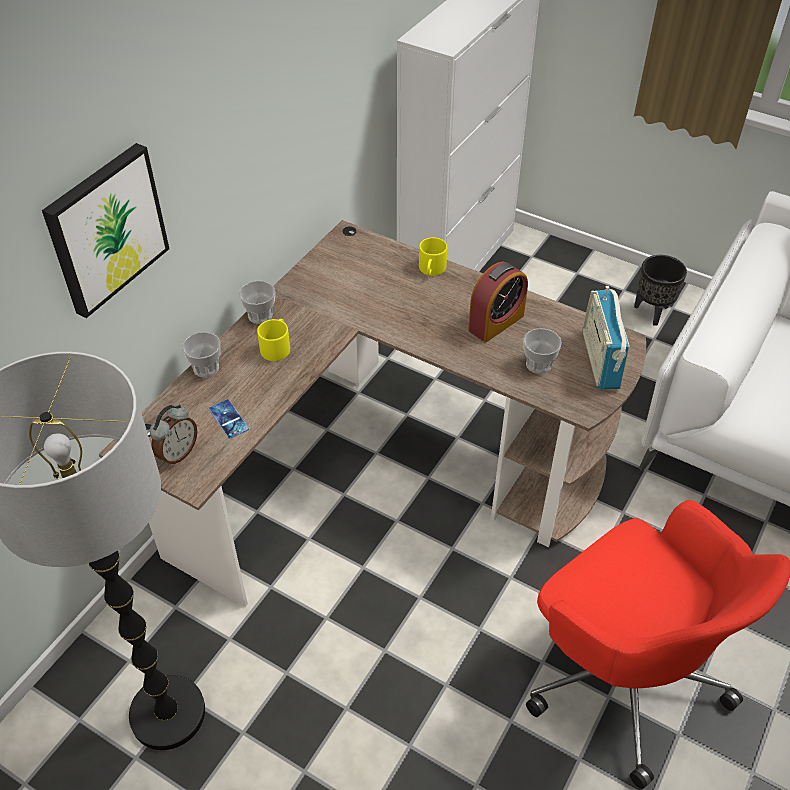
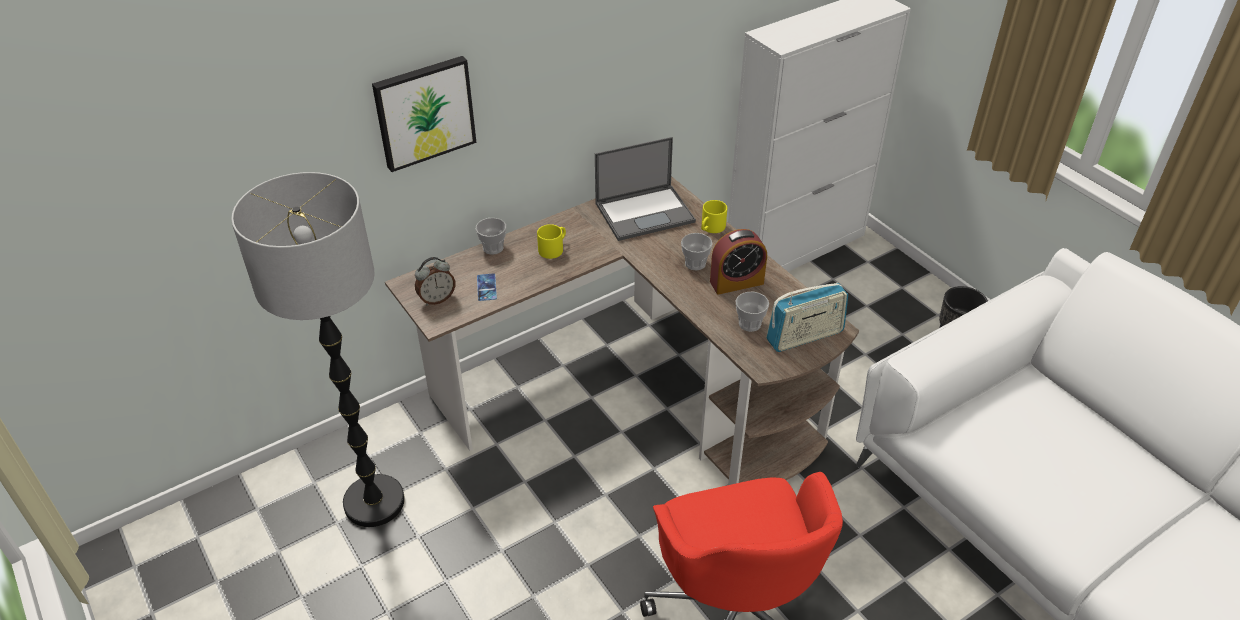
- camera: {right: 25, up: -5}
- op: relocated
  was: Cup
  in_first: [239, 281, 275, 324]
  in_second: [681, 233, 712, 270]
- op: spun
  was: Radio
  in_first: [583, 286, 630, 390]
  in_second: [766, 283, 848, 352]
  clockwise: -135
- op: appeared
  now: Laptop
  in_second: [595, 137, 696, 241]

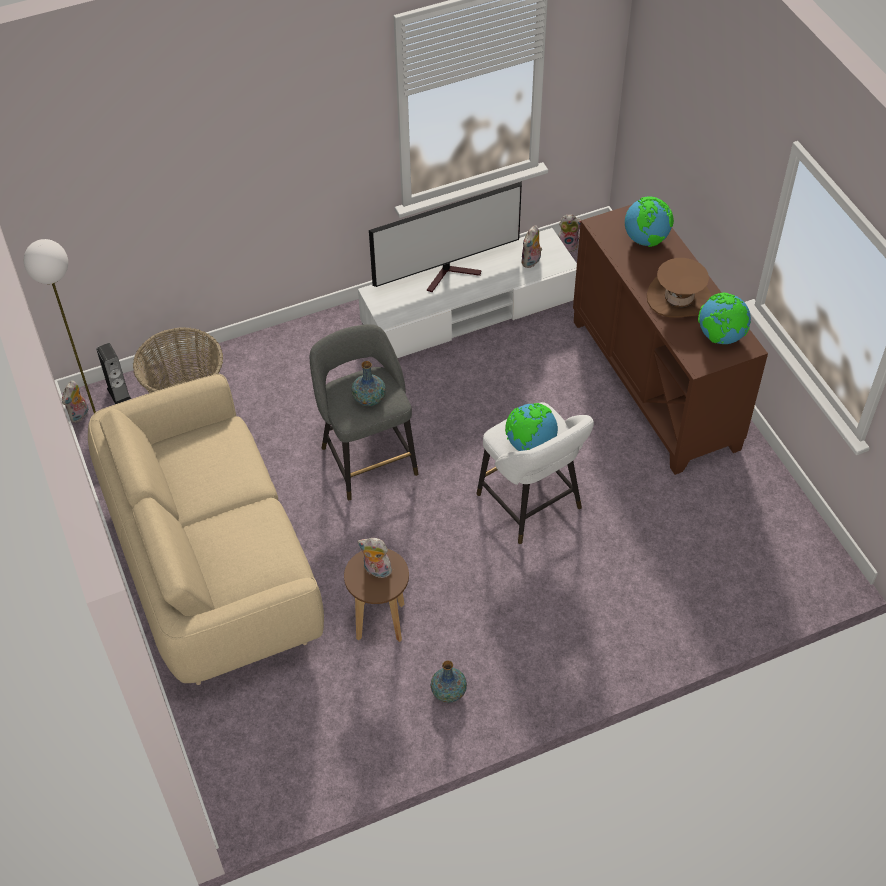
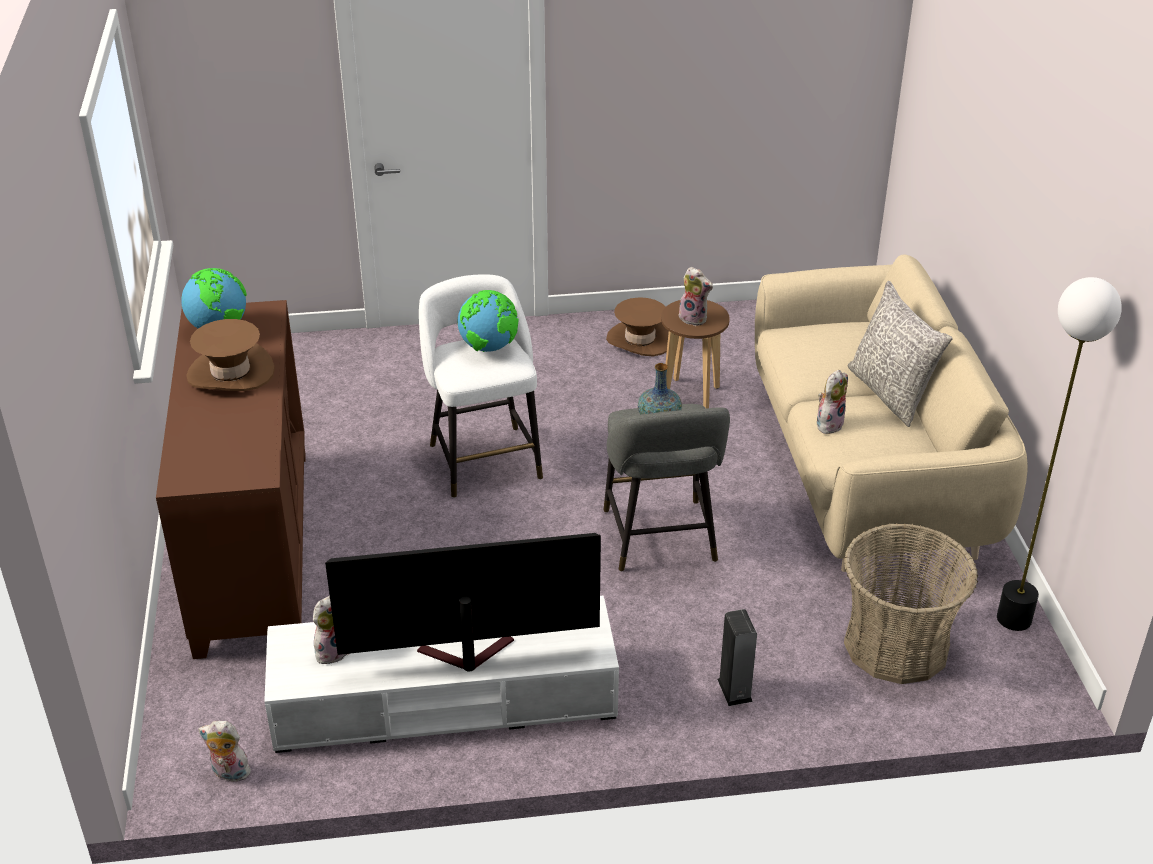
- camera: {right: -165, up: -15}
- op: relocated
  was: PlushToy
  in_first: [62, 381, 88, 423]
  in_second: [817, 370, 848, 434]
- op: relocated
  was: Speaker
  in_first: [96, 343, 131, 404]
  in_second: [717, 609, 757, 706]
- op: exchanged
  was: Vase
  now: BrownHat
  in_first: [431, 660, 467, 703]
  in_second: [606, 297, 669, 356]
- op: missing
  was: Globe
  in_first: [625, 197, 674, 247]
- op: appeared
  now: GreyPillow
  in_second: [848, 281, 953, 427]

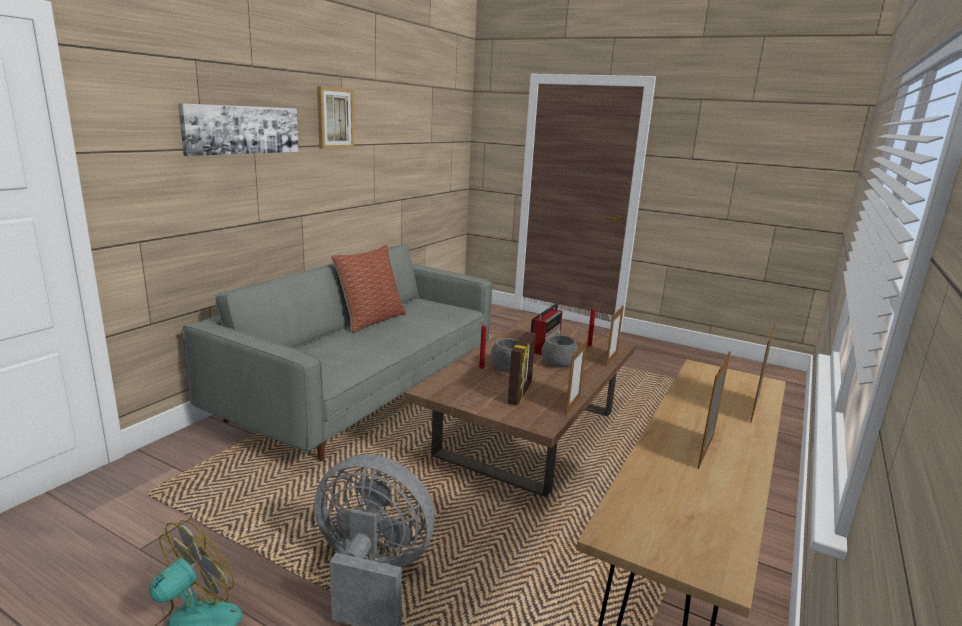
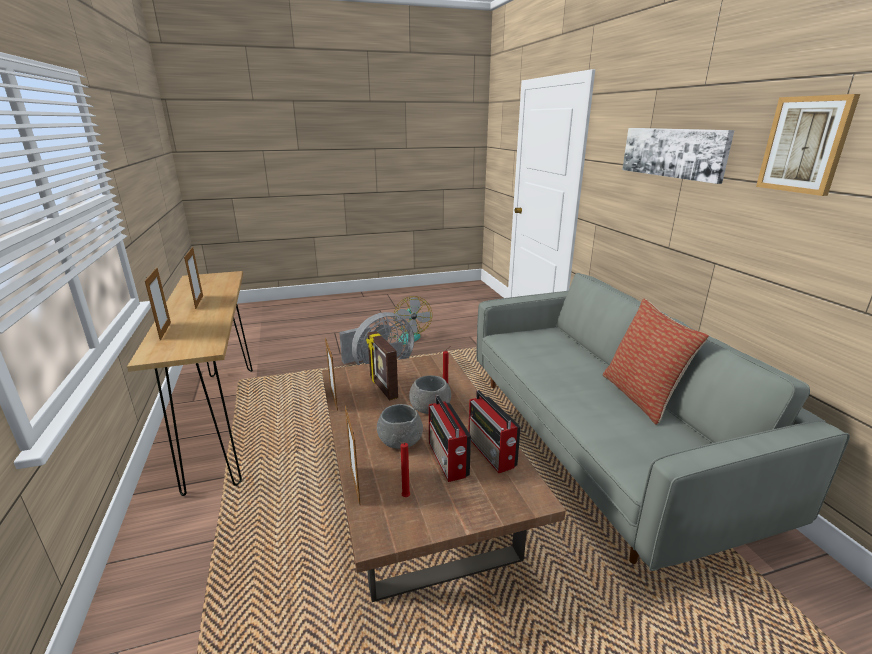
- camera: {right: 135, up: 5}
- op: appeared
  now: Radio
  in_second: [468, 390, 521, 473]

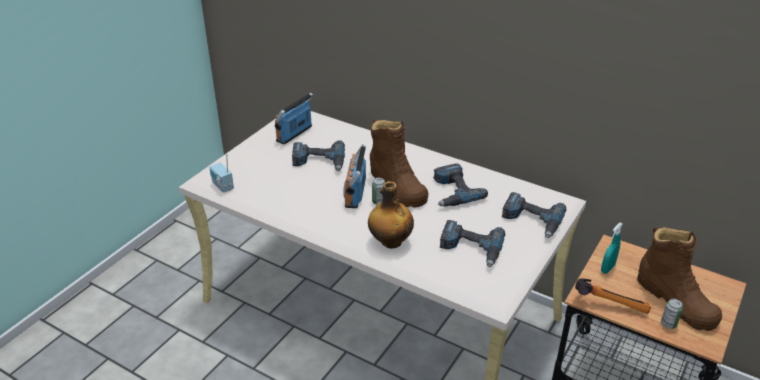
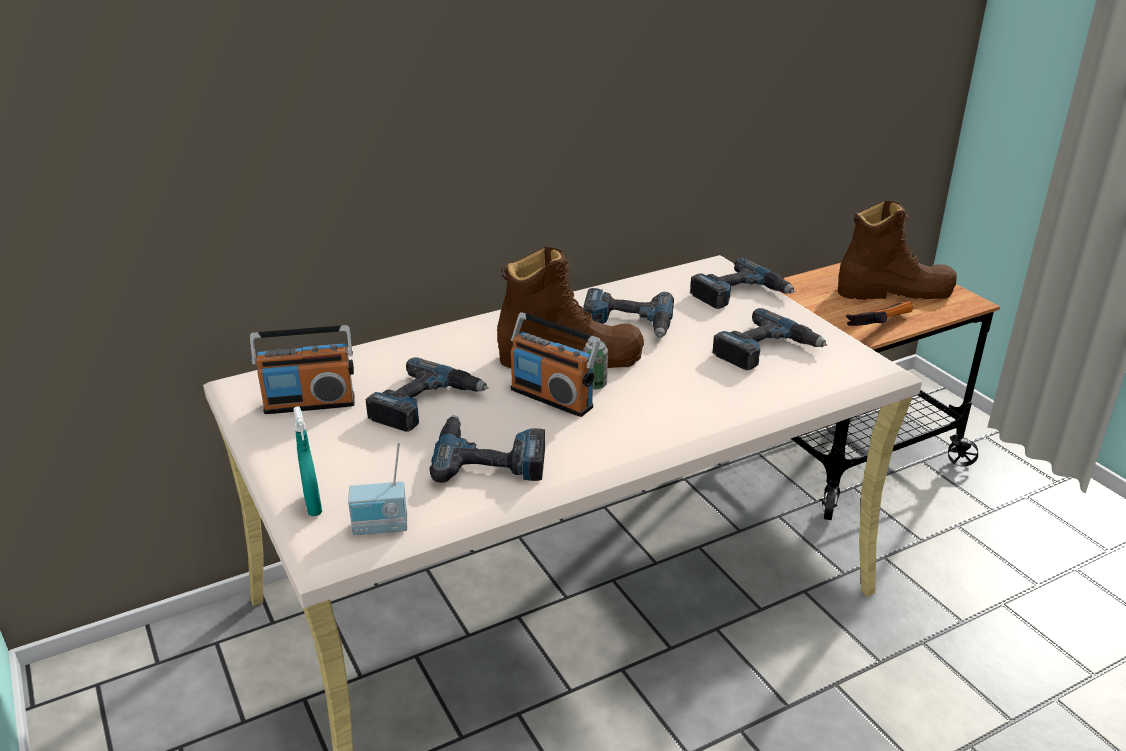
- camera: {right: -60, up: -5}
- op: spun
  was: Radio
  in_first: [275, 93, 313, 144]
  in_second: [250, 325, 355, 414]
  clockwise: -75
- op: missing
  was: Bottle
  in_first: [368, 181, 414, 249]
- op: relocated
  was: TurquoiseSprayBottle
  in_first: [601, 223, 623, 274]
  in_second: [294, 406, 322, 516]
- op: missing
  was: Can
  in_first: [661, 299, 683, 329]
- op: appeared
  now: PowerDrill
  in_second: [430, 415, 545, 483]

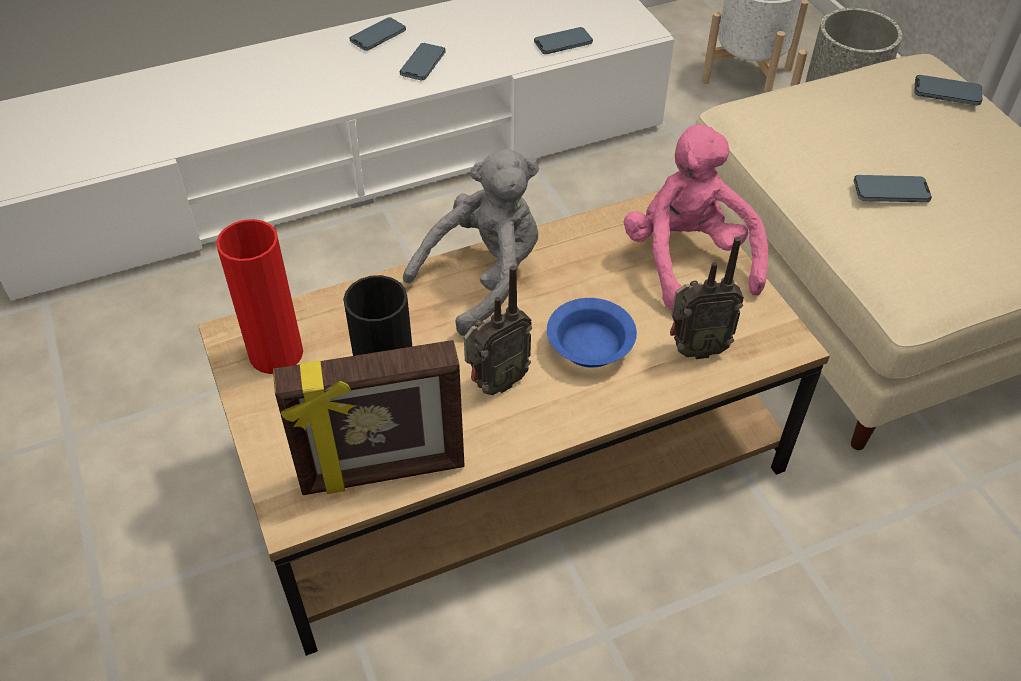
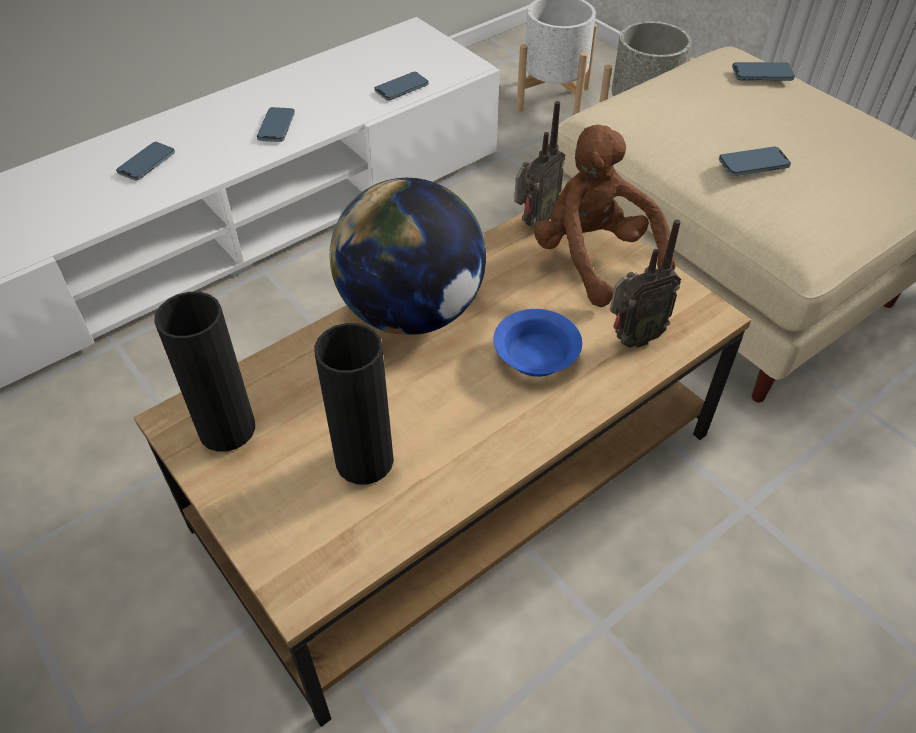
- camera: {right: -15, up: 0}
- op: colour
  was: RedVase
  now: BlackVase
  in_first: [216, 219, 303, 374]
  in_second: [154, 292, 255, 452]
- op: missing
  was: PictureFrame
  in_first: [273, 340, 465, 495]
- op: relocated
  was: Phone
  in_first: [350, 17, 406, 51]
  in_second: [116, 142, 175, 181]
- op: exchanged
  was: GreyPlushToy
  now: Globe
  in_first: [403, 149, 539, 336]
  in_second: [330, 178, 486, 335]
- op: relocated
  was: Radio
  in_first: [464, 265, 532, 395]
  in_second: [514, 101, 565, 228]
- op: colour
  was: PinkPlushToy
  now: BrownPlushToy
  in_first: [623, 124, 768, 310]
  in_second: [534, 124, 676, 307]

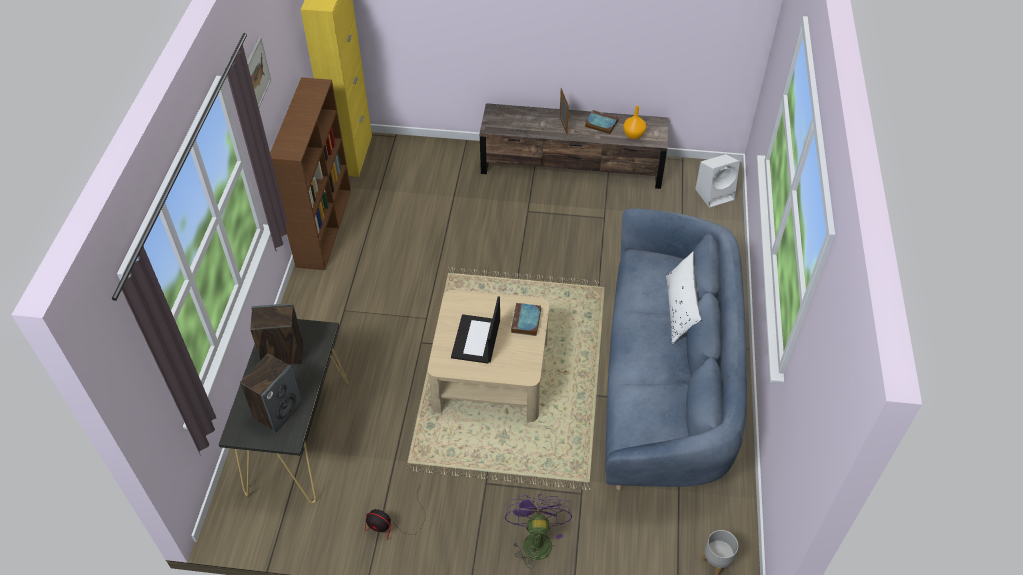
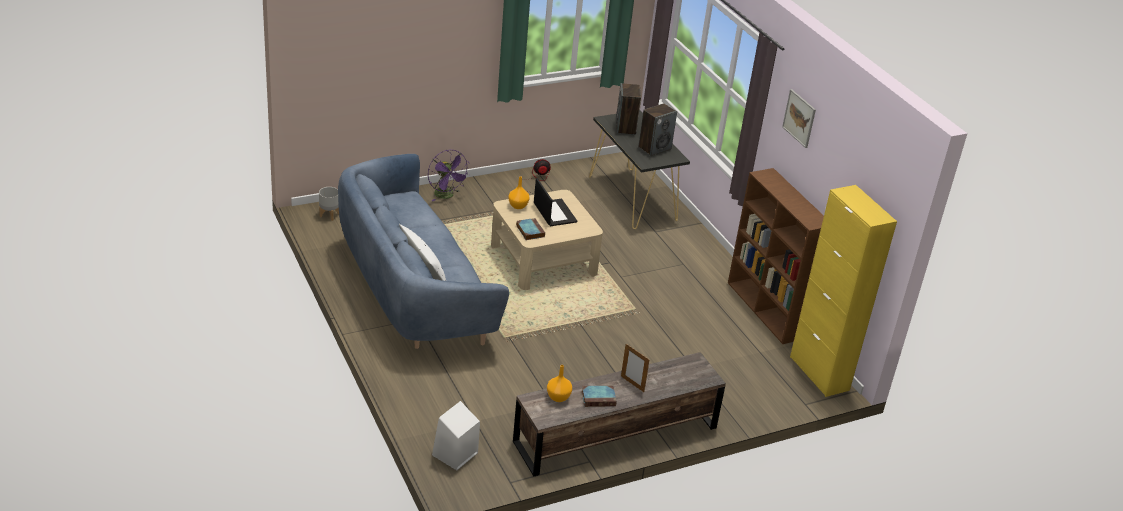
- camera: {right: 145, up: -15}
- op: appeared
  now: OrangeVase
  in_second: [508, 177, 529, 209]

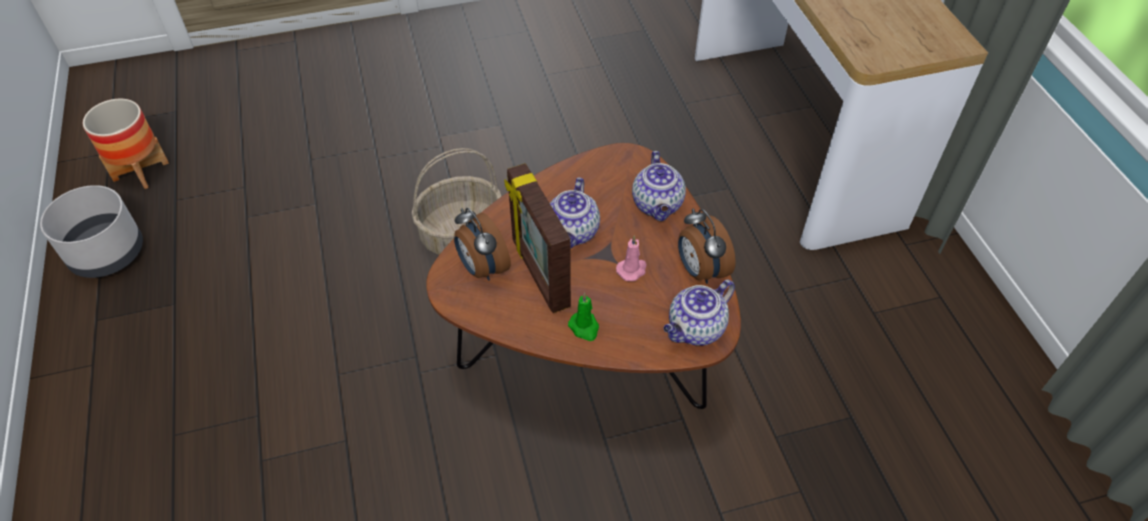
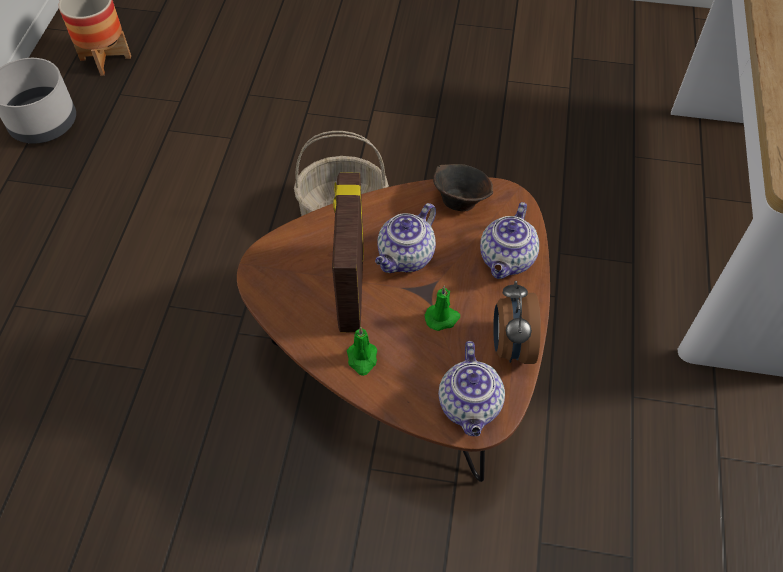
- camera: {right: 25, up: 5}
- op: missing
  was: AlarmClock
  in_first: [454, 208, 511, 281]
- op: colour
  was: PinkCandle
  now: GreenCandle
  in_first: [616, 235, 647, 281]
  in_second: [425, 286, 460, 331]
- op: spun
  was: Teapot
  in_first: [664, 280, 735, 346]
  in_second: [438, 341, 505, 436]
  clockwise: -75
- op: appeared
  now: BrownBowl
  in_second: [433, 164, 493, 211]

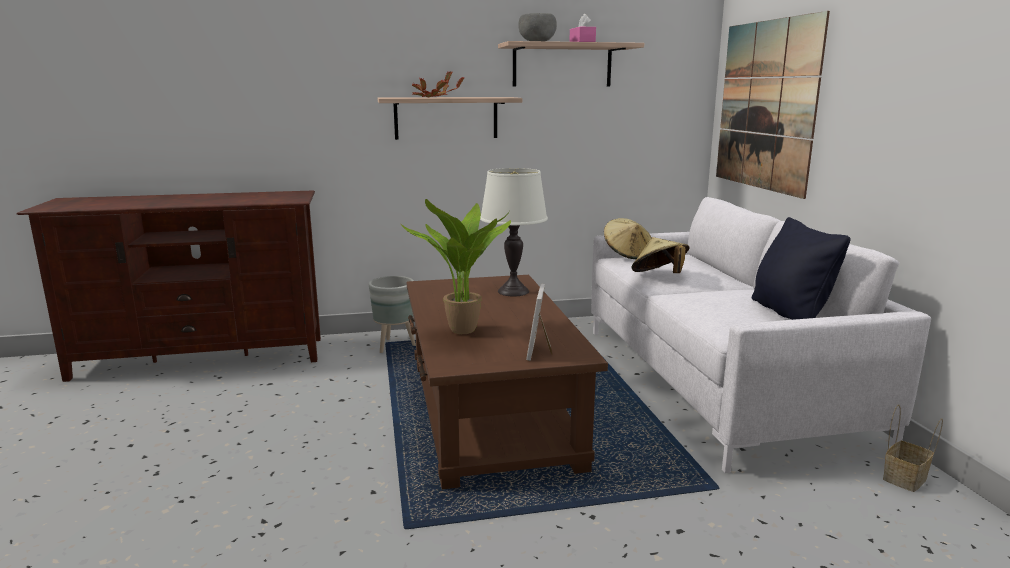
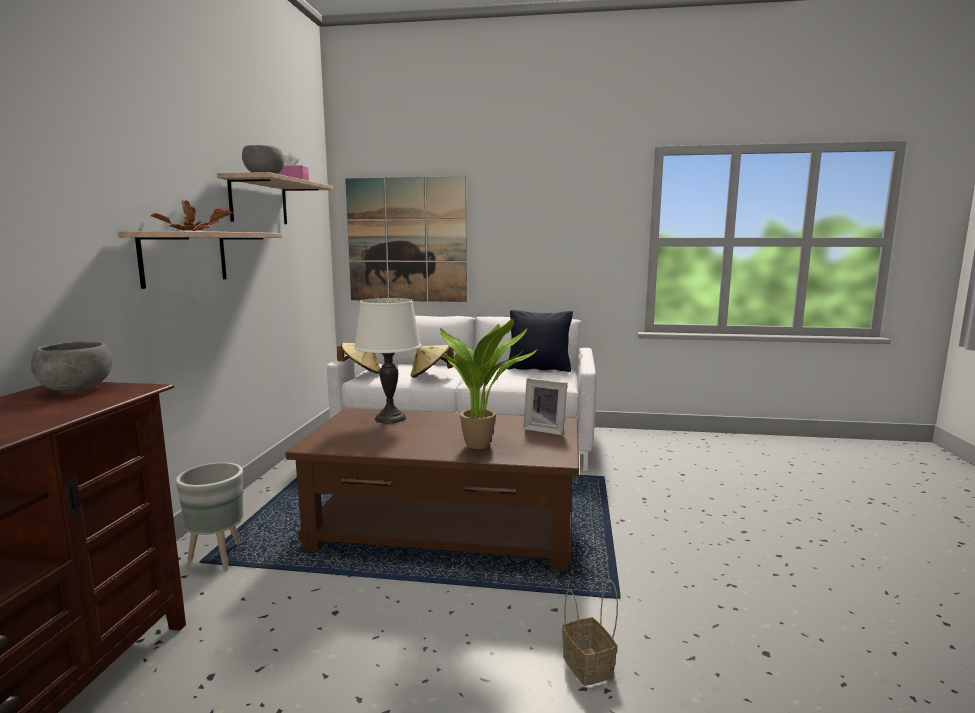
- camera: {right: -70, up: -5}
- op: relocated
  was: Basket
  in_first: [883, 405, 943, 492]
  in_second: [562, 580, 618, 686]
- op: appeared
  now: GreyBowl
  in_second: [31, 341, 113, 392]

